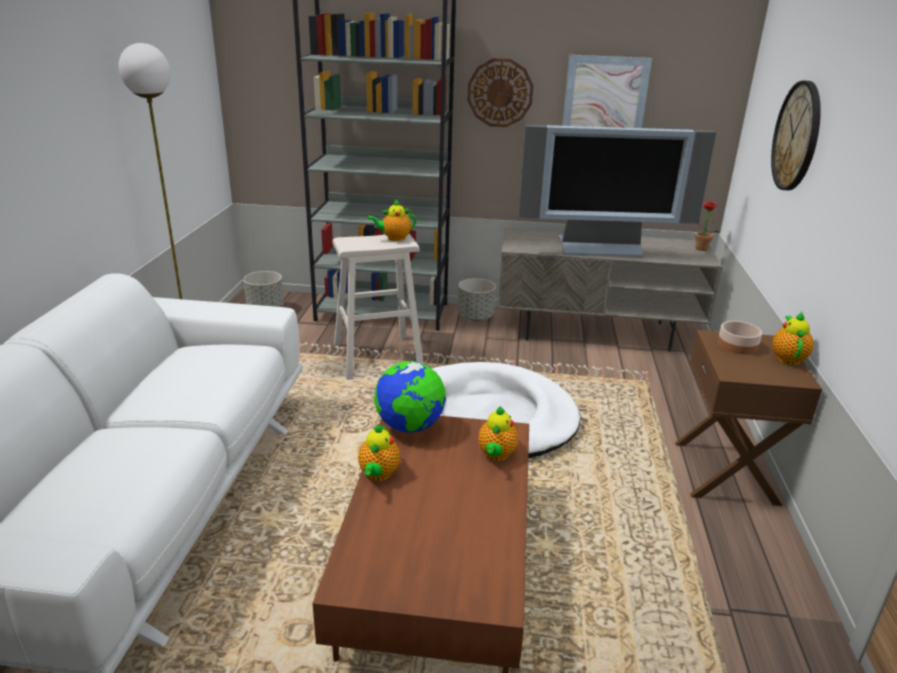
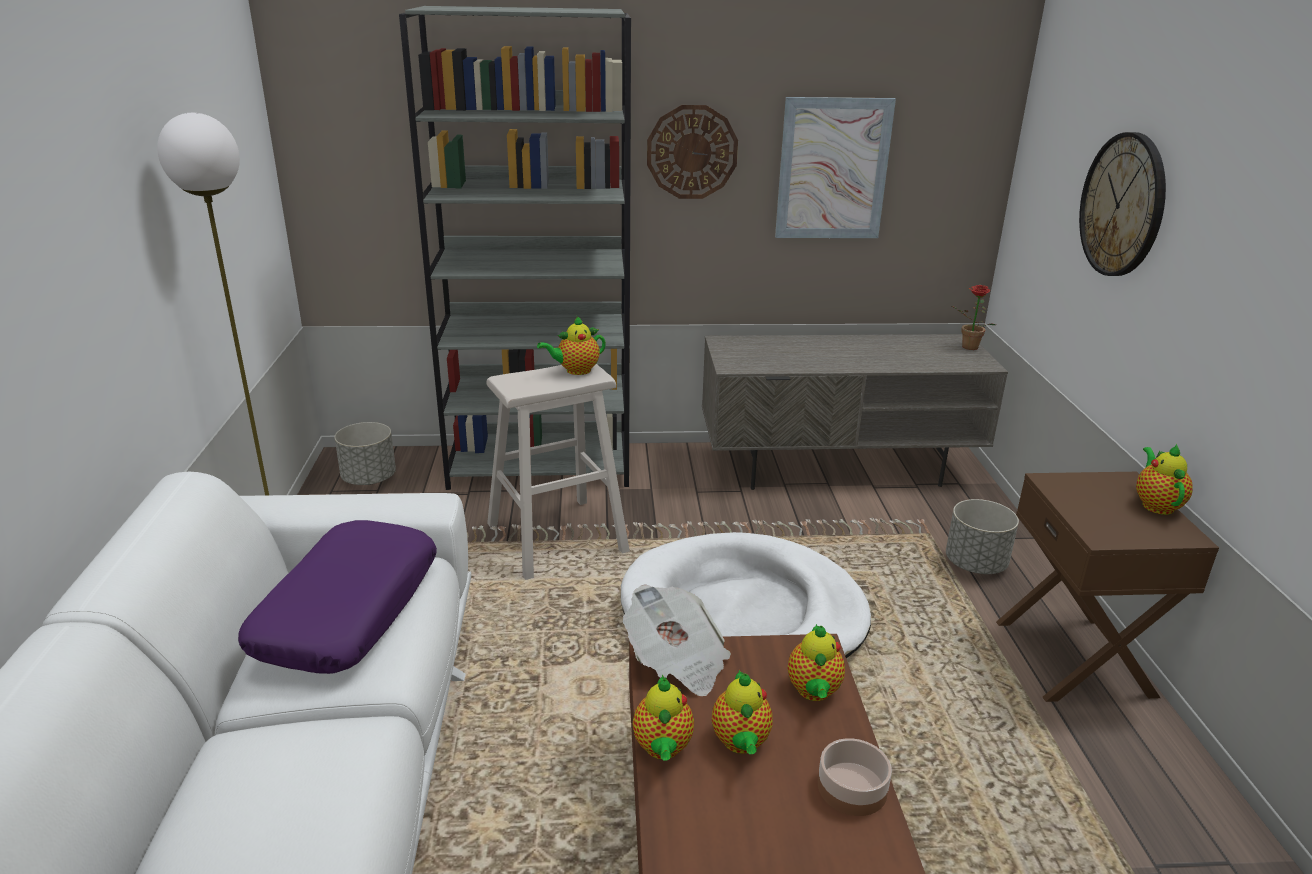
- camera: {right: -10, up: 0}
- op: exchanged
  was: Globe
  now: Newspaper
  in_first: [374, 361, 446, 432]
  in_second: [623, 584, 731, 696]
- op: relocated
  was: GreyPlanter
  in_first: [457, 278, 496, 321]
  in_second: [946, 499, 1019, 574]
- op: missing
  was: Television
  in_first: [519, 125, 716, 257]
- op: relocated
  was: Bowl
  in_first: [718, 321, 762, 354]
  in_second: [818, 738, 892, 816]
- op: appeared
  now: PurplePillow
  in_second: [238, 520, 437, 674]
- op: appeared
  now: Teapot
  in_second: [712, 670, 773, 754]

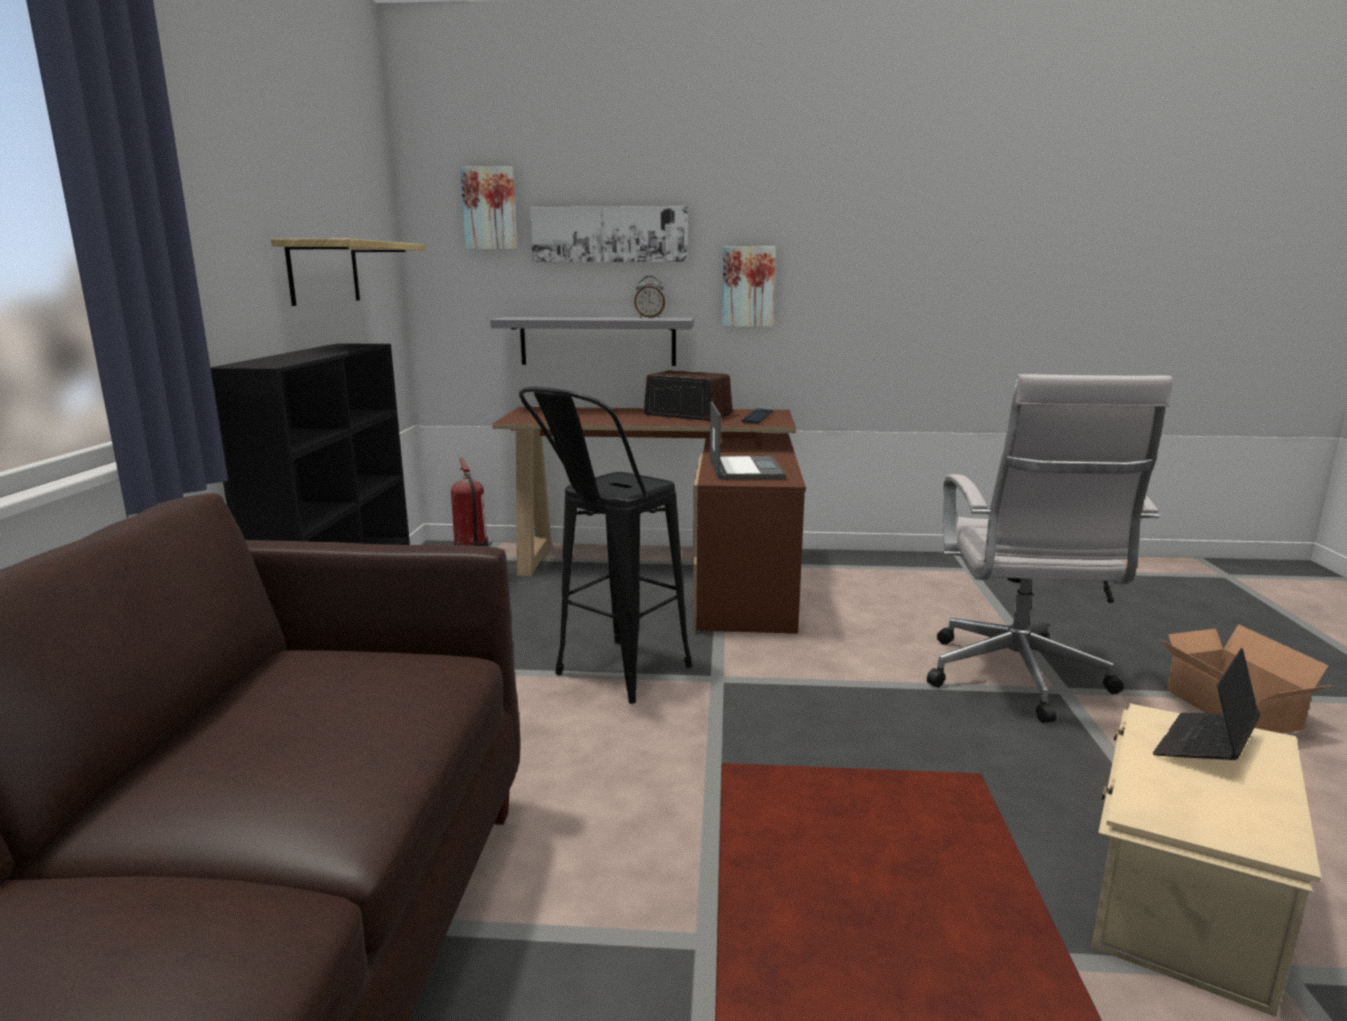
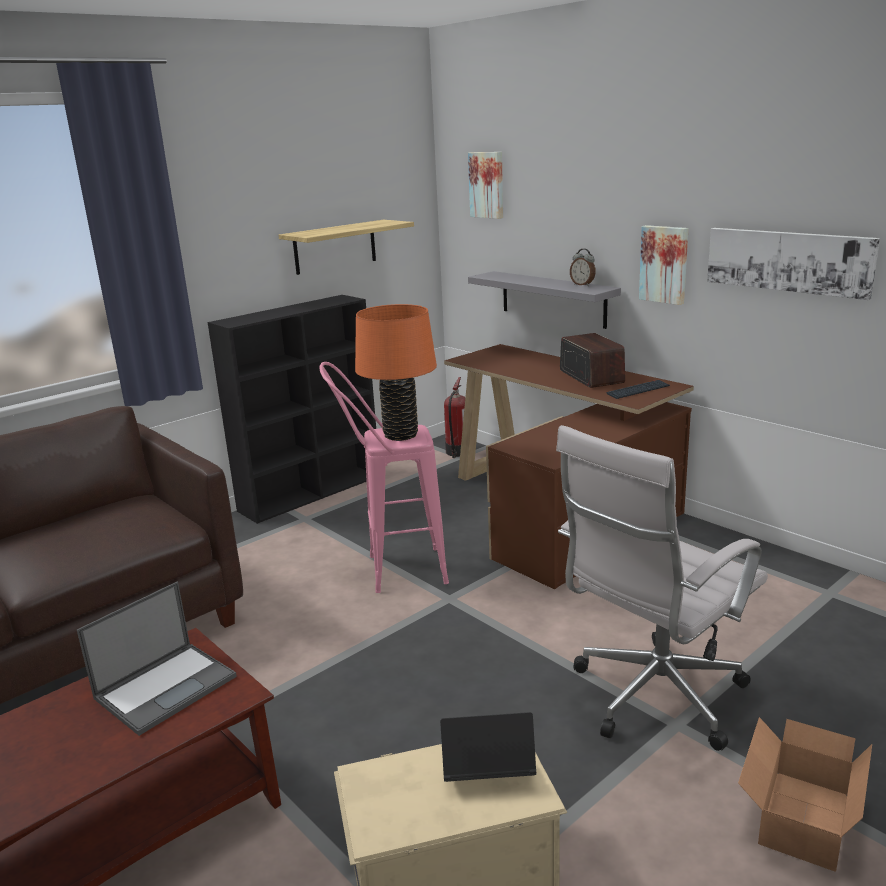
- camera: {right: 45, up: 5}
- op: colour
  was: BlackStool
  now: PinkStool
  in_first: [519, 387, 692, 704]
  in_second: [320, 362, 449, 593]
- op: relocated
  was: Picture
  in_first: [530, 206, 688, 262]
  in_second: [707, 228, 880, 300]
- op: relocated
  was: Laptop
  in_first: [710, 401, 786, 480]
  in_second: [77, 582, 237, 736]
- op: appeared
  now: OrangeTableLamp
  in_second: [355, 304, 437, 441]

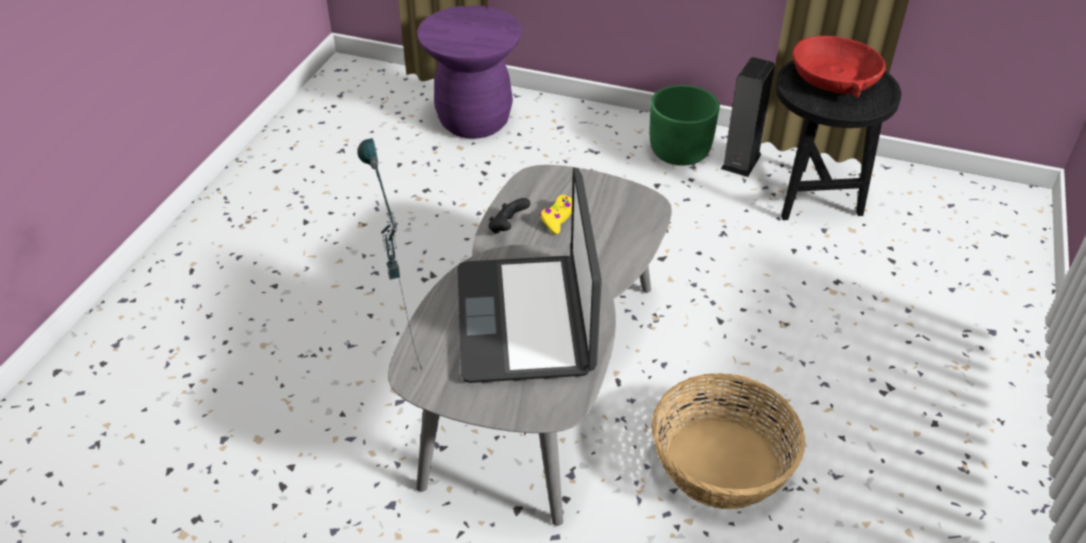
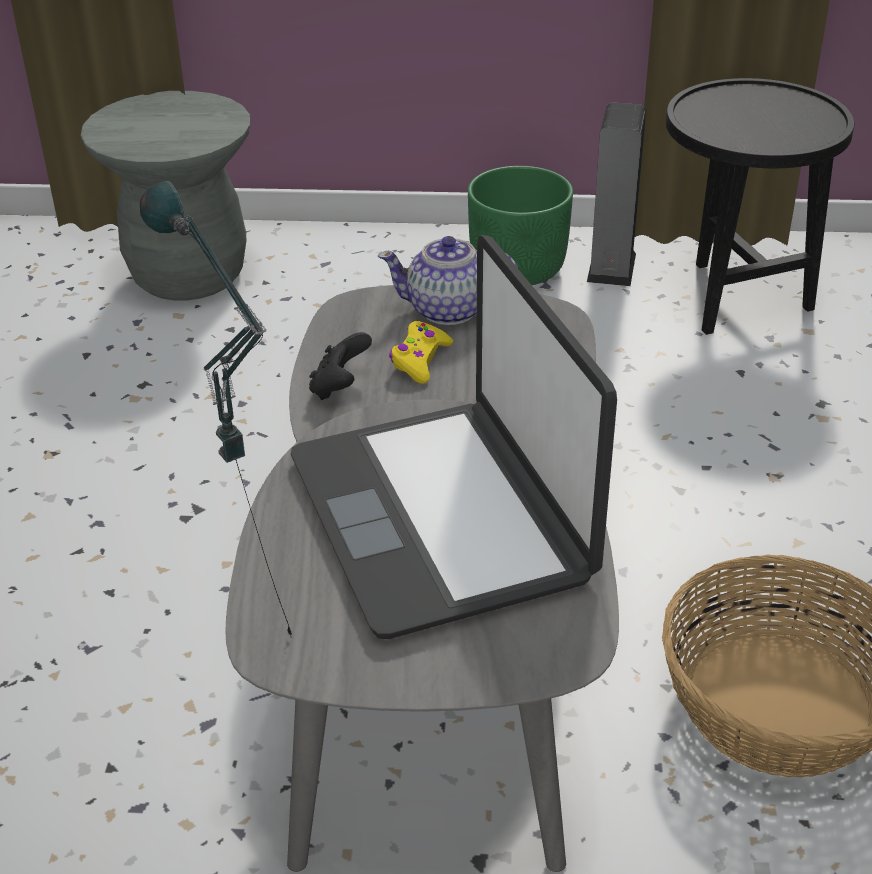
- camera: {right: -15, up: -5}
- op: colour
  was: PurpleStool
  now: GreyStool
  in_first: [417, 5, 522, 138]
  in_second: [81, 91, 250, 300]
- op: missing
  was: RedBowl
  in_first: [793, 36, 886, 98]
- op: appeared
  now: Teapot
  in_second: [378, 236, 518, 325]

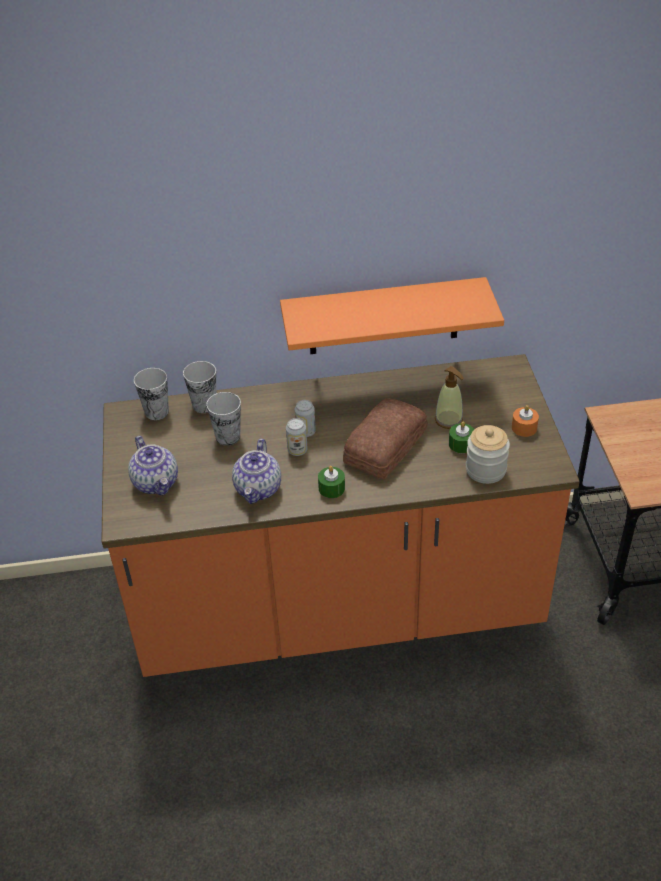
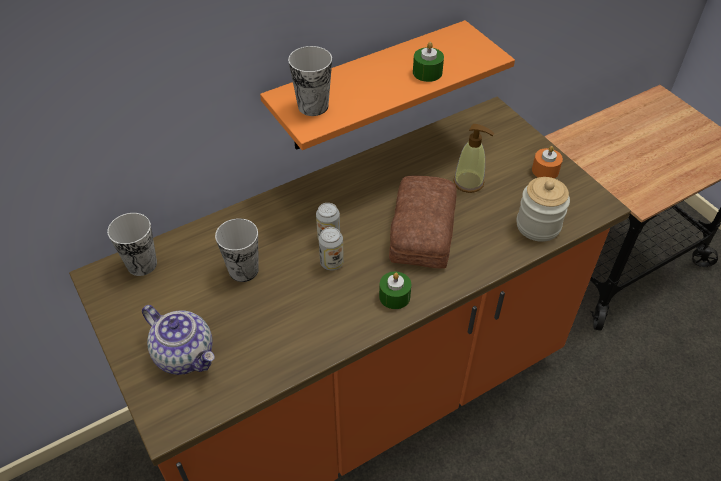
- camera: {right: -25, up: 5}
- op: relocated
  was: Cup
  in_first: [183, 361, 216, 413]
  in_second: [288, 46, 332, 116]
- op: missing
  was: Teapot
  in_first: [232, 439, 281, 504]
- op: relocated
  was: GreenCandle
  in_first: [449, 422, 474, 453]
  in_second: [413, 42, 444, 82]

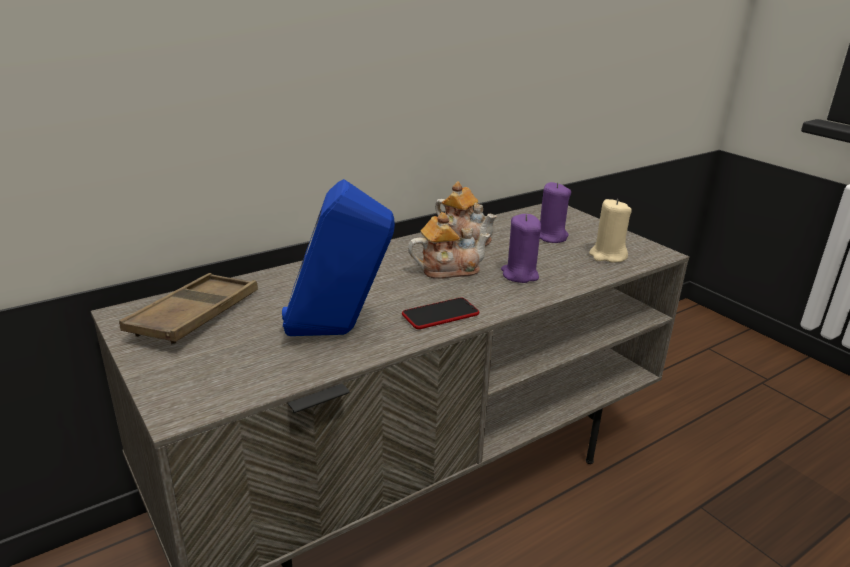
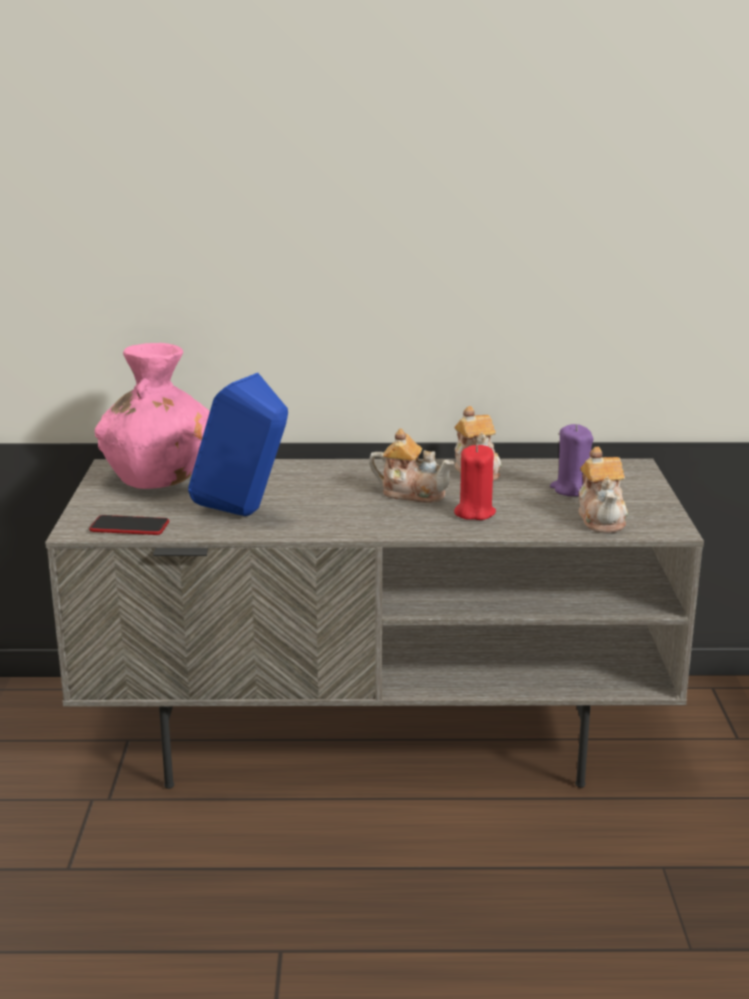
- camera: {right: 35, up: -5}
- op: exchanged
  was: BrownTray
  now: PinkVase
  in_first: [119, 273, 258, 345]
  in_second: [95, 343, 210, 489]
- op: relocated
  was: Phone
  in_first: [402, 297, 479, 329]
  in_second: [89, 515, 169, 535]
- op: colour
  was: PurpleCandle
  now: RedCandle
  in_first: [501, 214, 541, 283]
  in_second: [454, 445, 496, 520]
- op: exchanged
  was: BeigeCandle
  now: Teapot
  in_first: [589, 199, 632, 263]
  in_second: [578, 447, 628, 533]

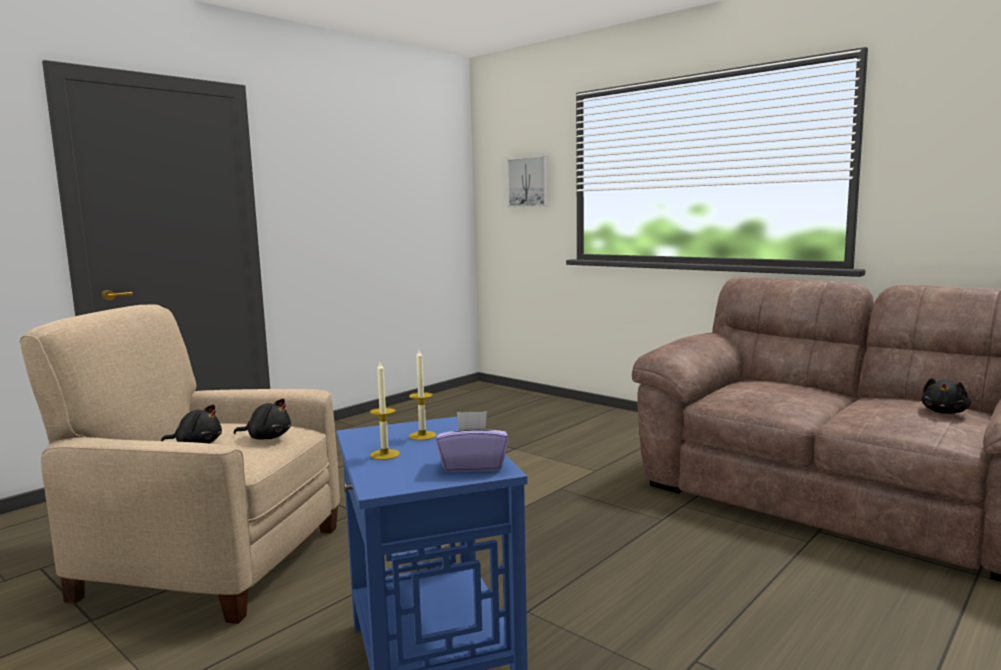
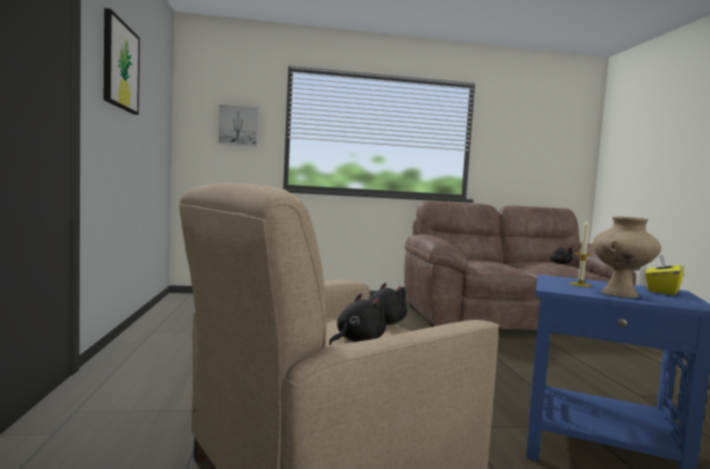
- camera: {right: -50, up: -5}
- op: exchanged
  was: Candle
  now: BeigeVase
  in_first: [370, 362, 400, 460]
  in_second: [592, 216, 661, 298]
- op: colour
  was: PurpleTissueBox
  now: YellowTissueBox
  in_first: [436, 411, 508, 472]
  in_second: [645, 254, 684, 295]
- op: appeared
  now: Picture
  in_second: [104, 8, 140, 115]

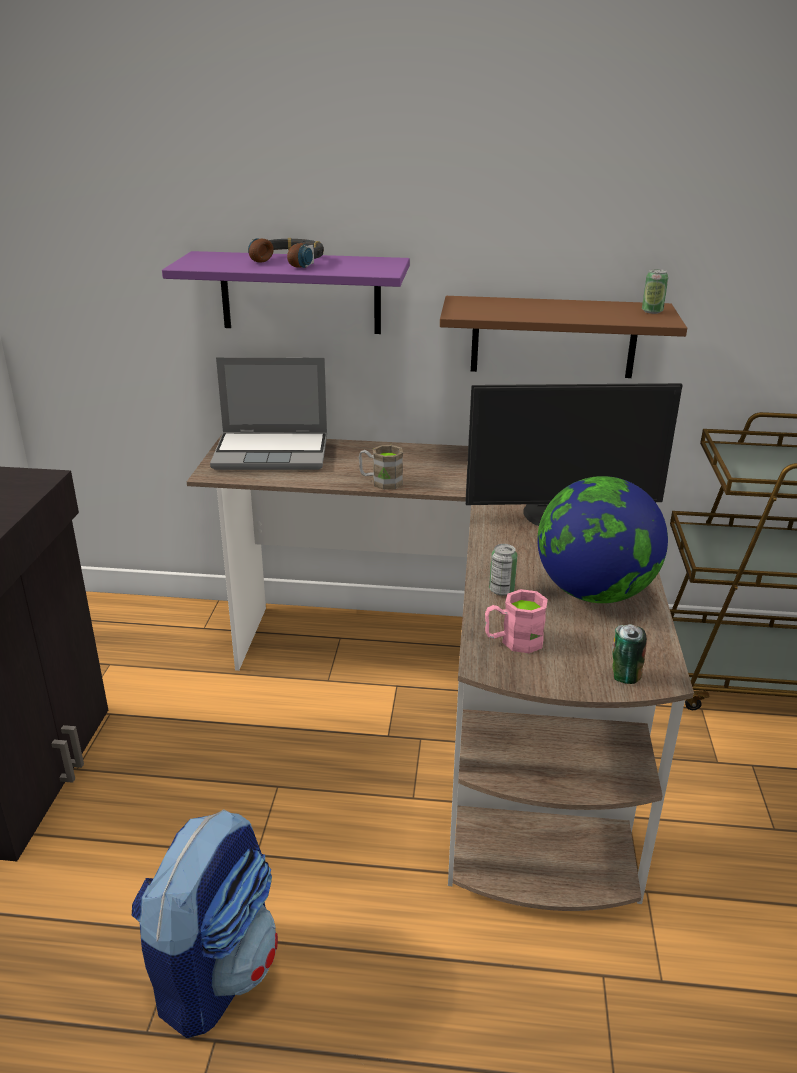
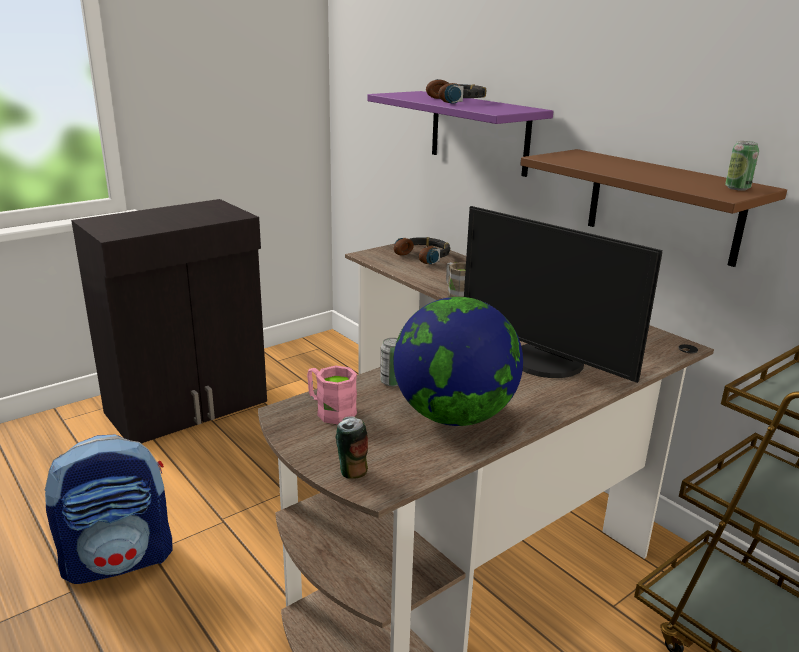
- camera: {right: 45, up: -5}
- op: exchanged
  was: Laptop
  now: Headphones
  in_first: [210, 357, 327, 470]
  in_second: [394, 237, 450, 264]

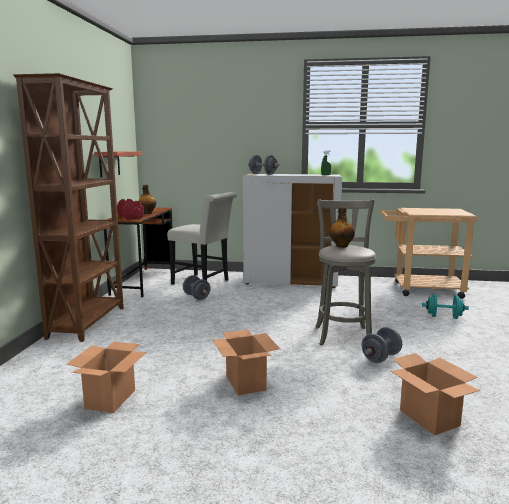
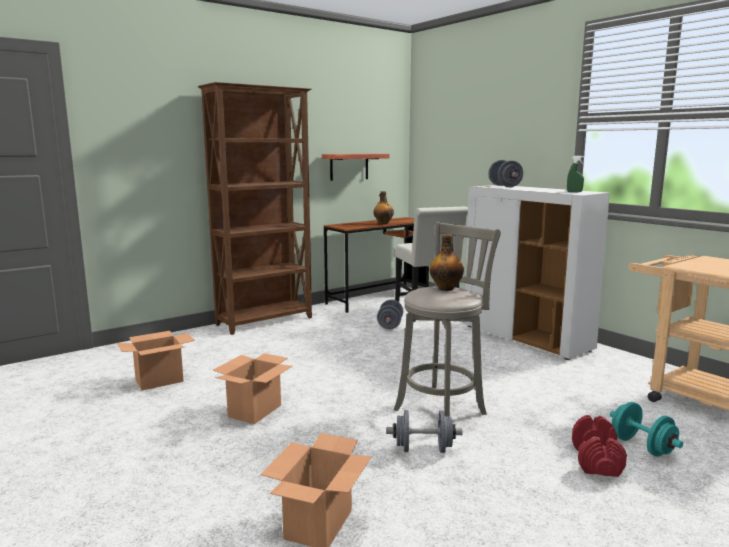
- camera: {right: 45, up: 0}
- op: relocated
  was: RedDumbbell
  in_first: [117, 199, 144, 220]
  in_second: [572, 415, 627, 477]

